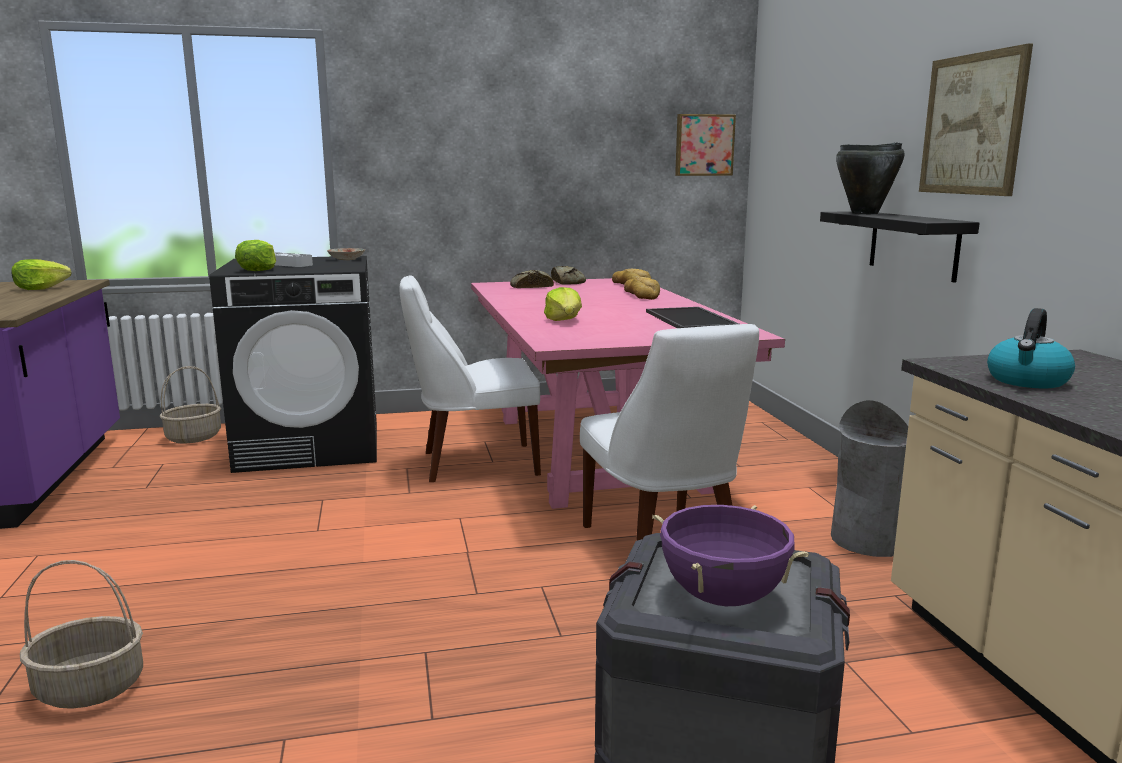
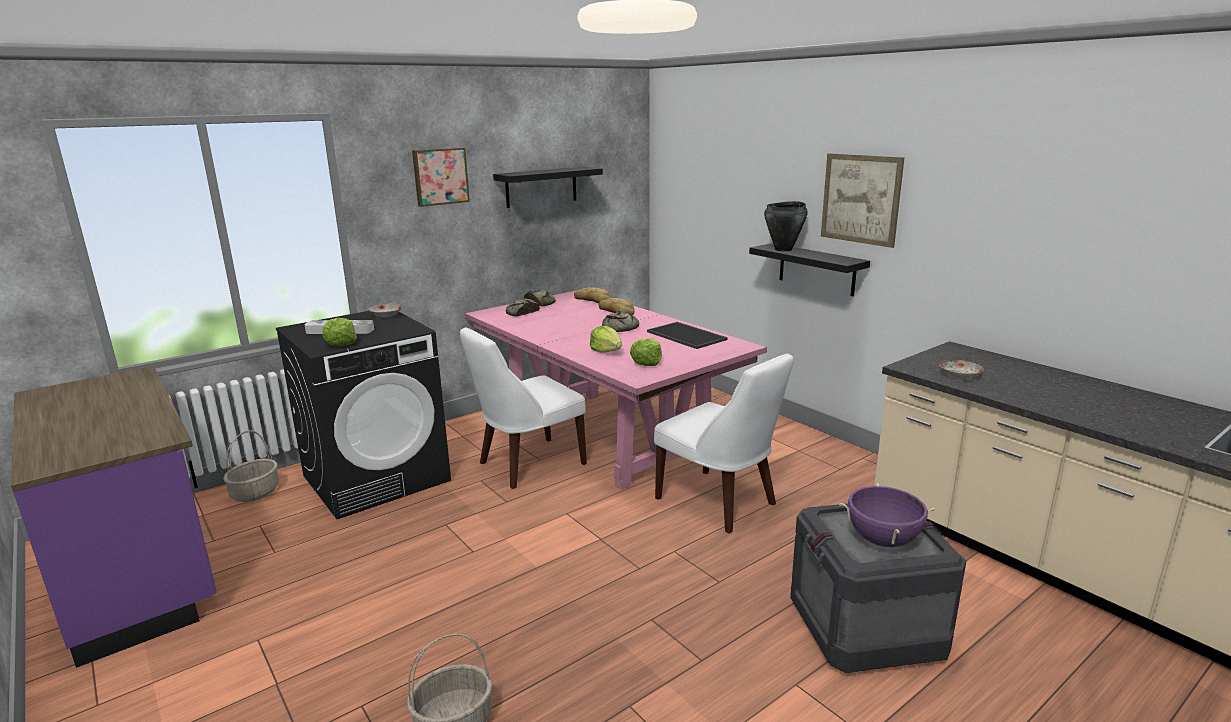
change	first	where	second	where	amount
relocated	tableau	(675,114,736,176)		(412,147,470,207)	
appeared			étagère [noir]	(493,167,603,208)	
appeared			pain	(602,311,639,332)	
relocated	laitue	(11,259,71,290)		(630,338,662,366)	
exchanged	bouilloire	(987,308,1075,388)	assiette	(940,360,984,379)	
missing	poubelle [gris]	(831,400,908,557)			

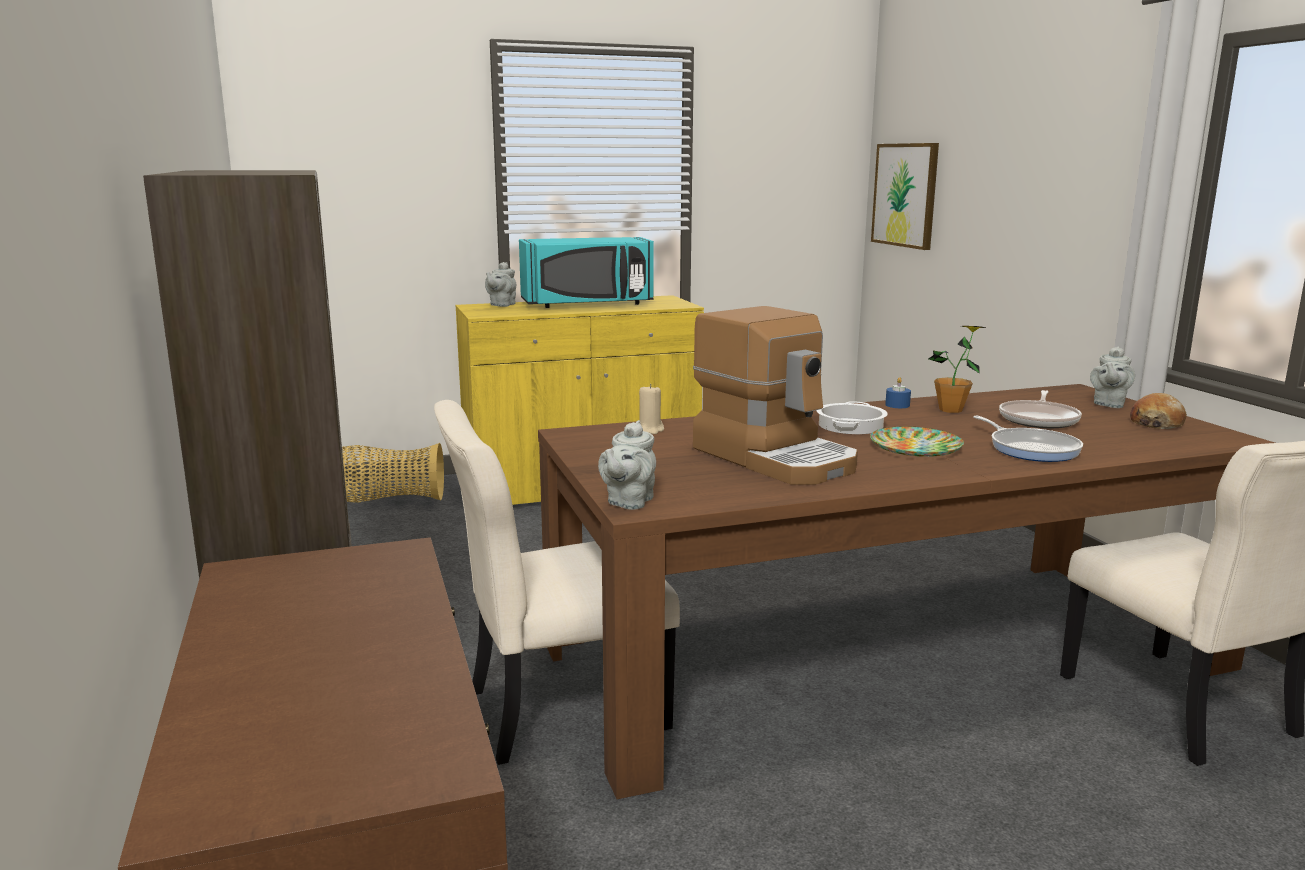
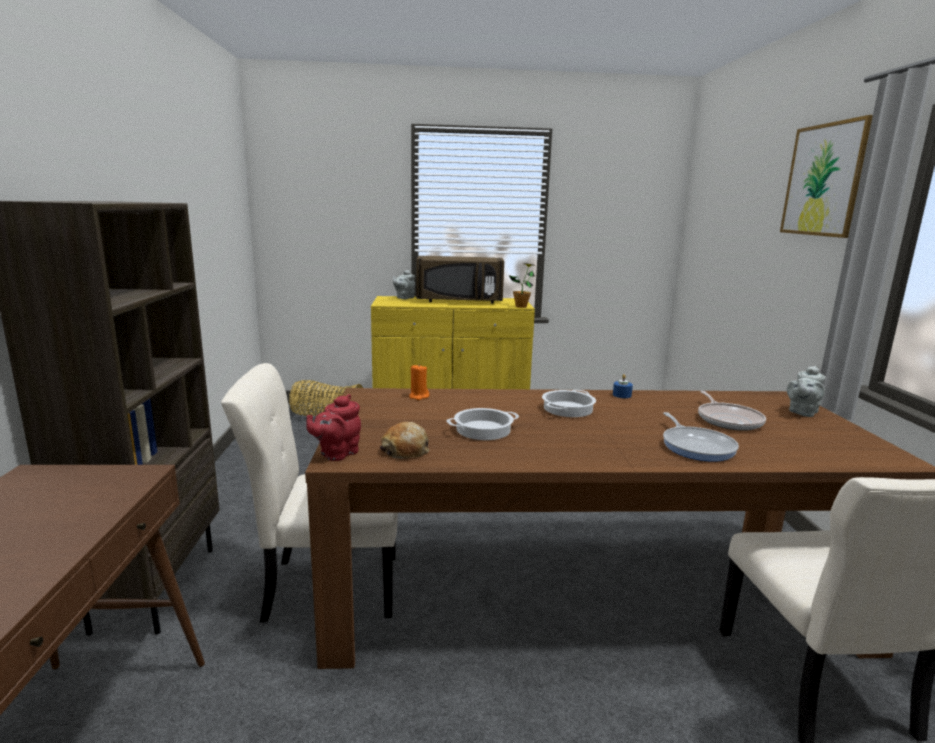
change	first	where	second	where	amount
colour	théière [gris]	(598,420,656,510)	théière [rouge]	(306,394,361,461)	
relocated	pain	(1130,393,1187,429)		(380,422,429,459)	
colour	bougie [beige]	(639,384,664,434)	bougie [orange]	(409,364,429,400)	
colour	micro-ondes [turquoise]	(519,237,654,308)	micro-ondes [marron]	(416,256,504,304)	
exchanged	machine à café	(693,306,858,485)	marmite	(447,408,519,440)	
relocated	plante en pot	(929,326,986,413)		(509,263,535,308)	
spun	poêle	(999,390,1082,428)		(698,391,766,431)	45 degrees counterclockwise
relocated	tableau	(871,143,939,250)		(780,115,873,238)	
missing	assiette	(870,426,964,457)			

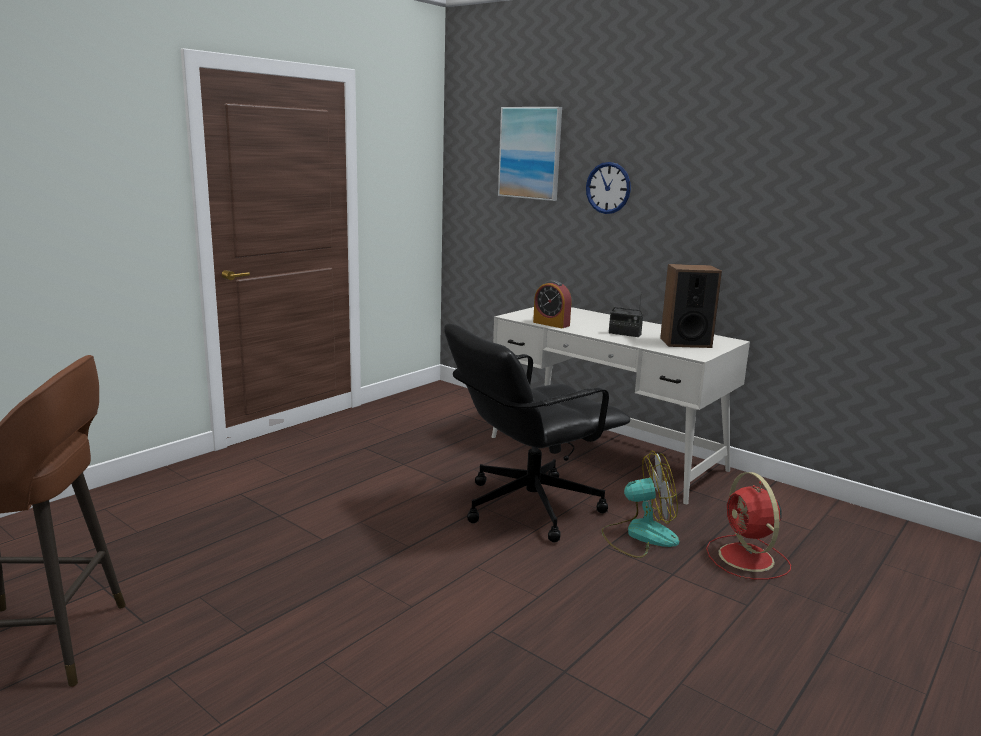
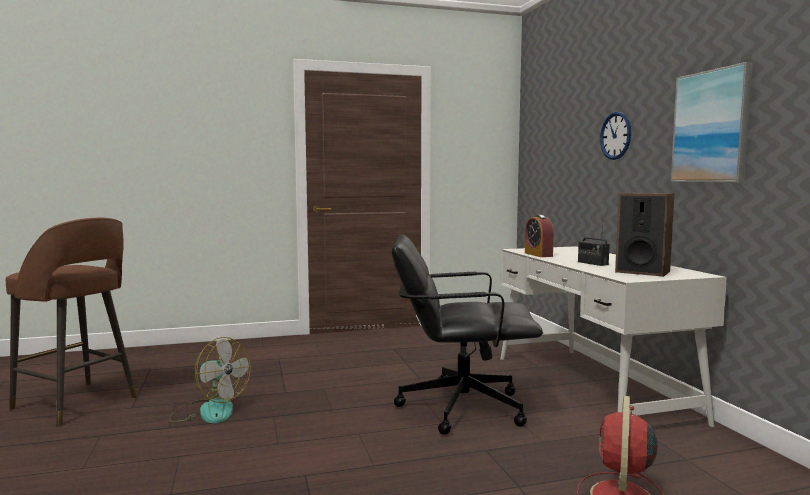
change	first	where	second	where	amount
relocated	ventilateur	(601,451,679,558)		(169,337,251,423)	
relocated	tableau	(498,107,562,201)		(671,62,753,183)	

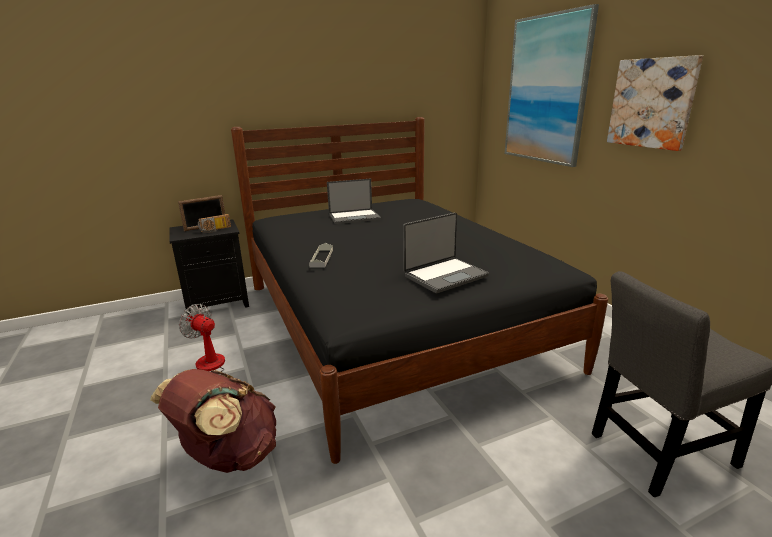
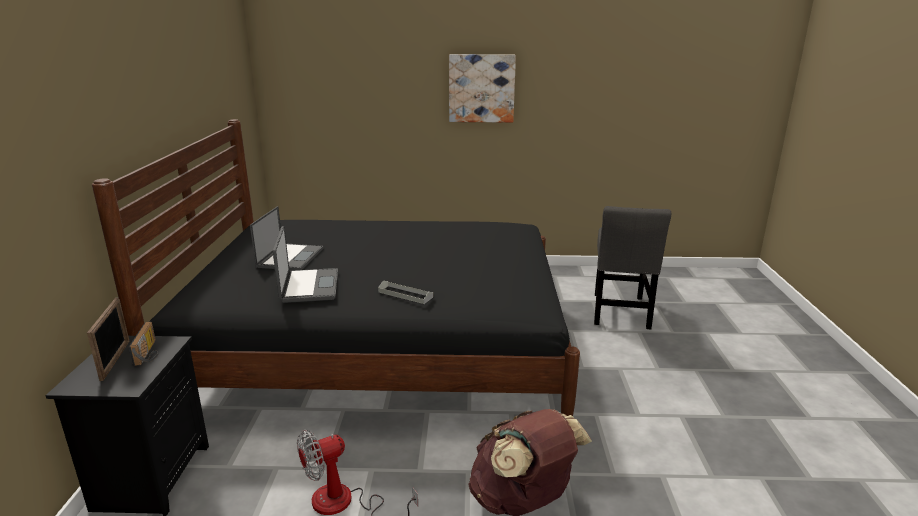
change	first	where	second	where	amount
relocated	ordinateur portable	(403,213,489,293)		(273,226,338,303)	
missing	tableau	(505,4,599,167)			

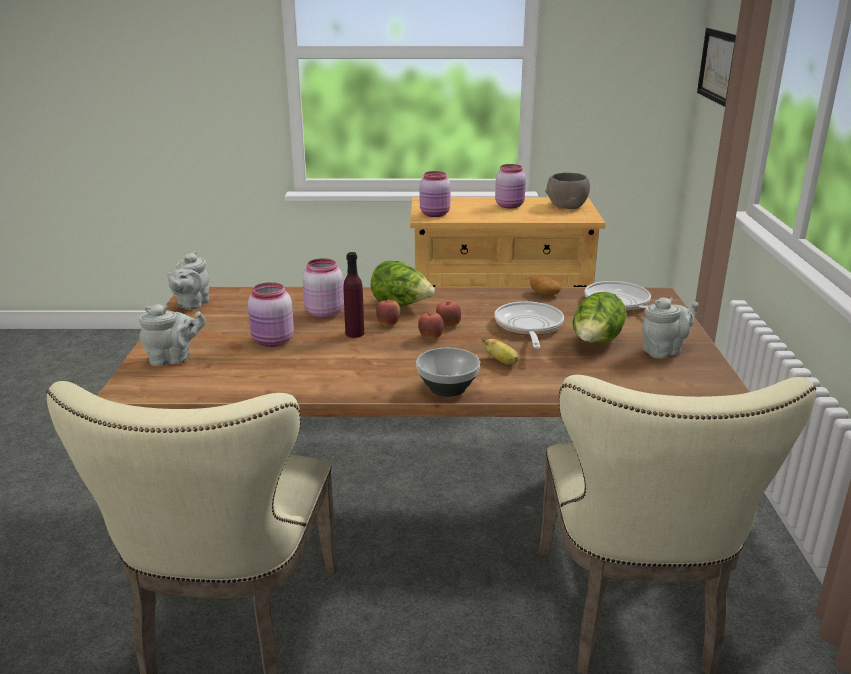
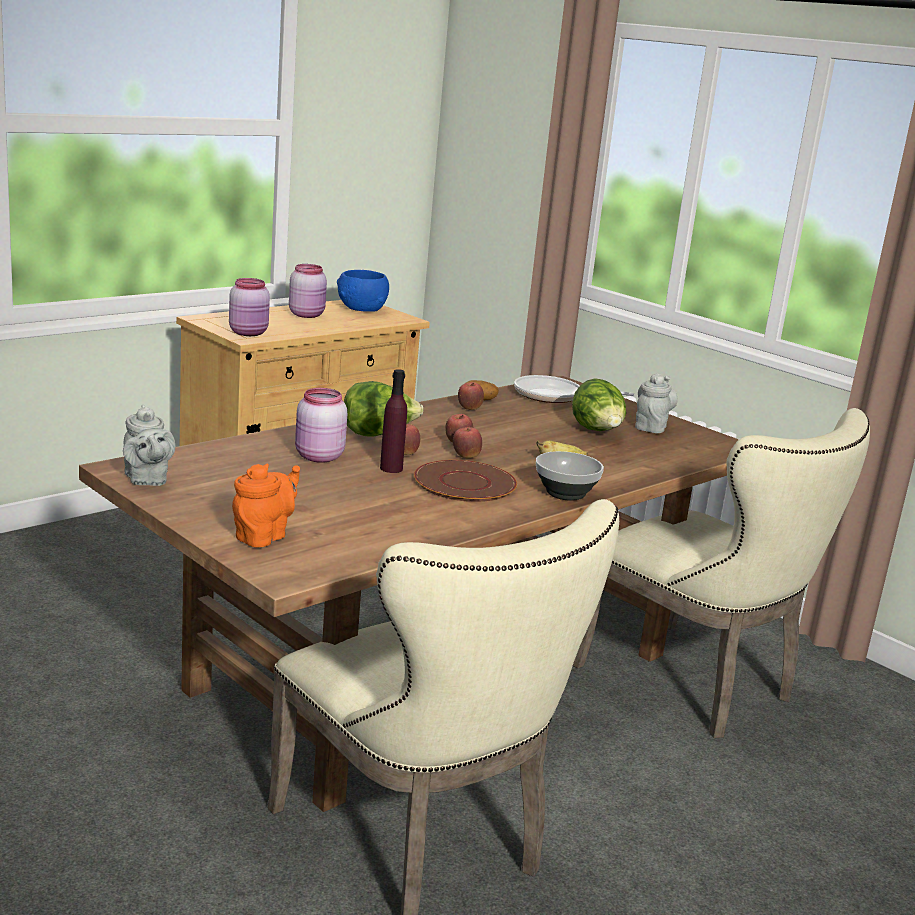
change	first	where	second	where	amount
colour	théière [gris]	(139,304,206,366)	théière [orange]	(232,463,300,547)	
colour	bol [gris]	(545,173,590,209)	bol [bleu]	(337,270,389,312)	
appeared			assiette [marron]	(414,460,517,502)	
appeared			pomme	(458,382,484,410)	
missing	bocal [rose]	(248,282,294,347)			
missing	poêle	(494,301,564,349)			
missing	tableau	(697,28,736,107)			

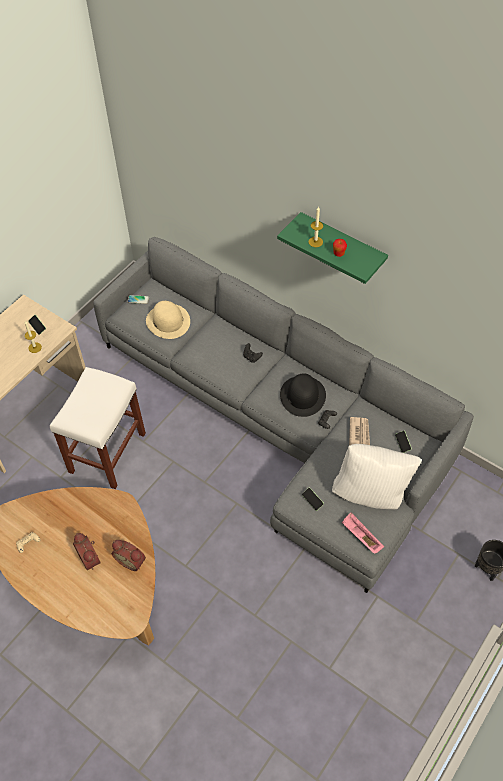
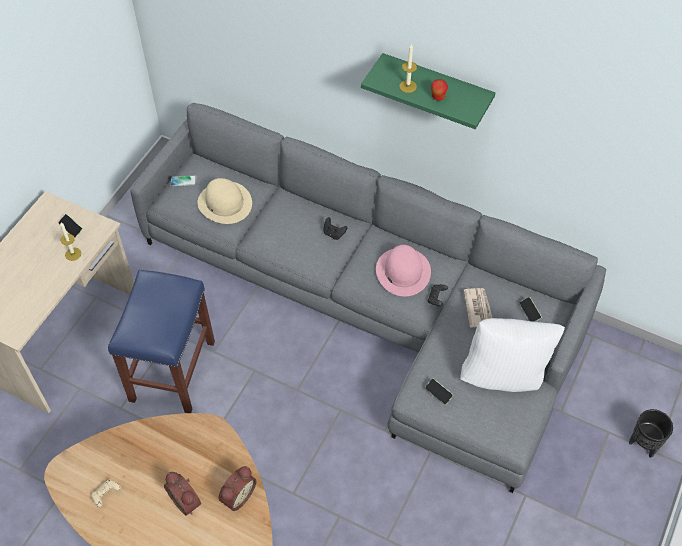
change	first	where	second	where	amount
colour	tabouret [blanc]	(50,367,146,489)	tabouret [bleu]	(108,270,215,413)	
spun	réveil	(112,540,146,571)		(218,466,256,511)	75 degrees counterclockwise
colour	chapeau [noir]	(280,373,326,417)	chapeau [rose]	(376,245,431,296)	
missing	plateau [rose]	(342,512,384,554)			

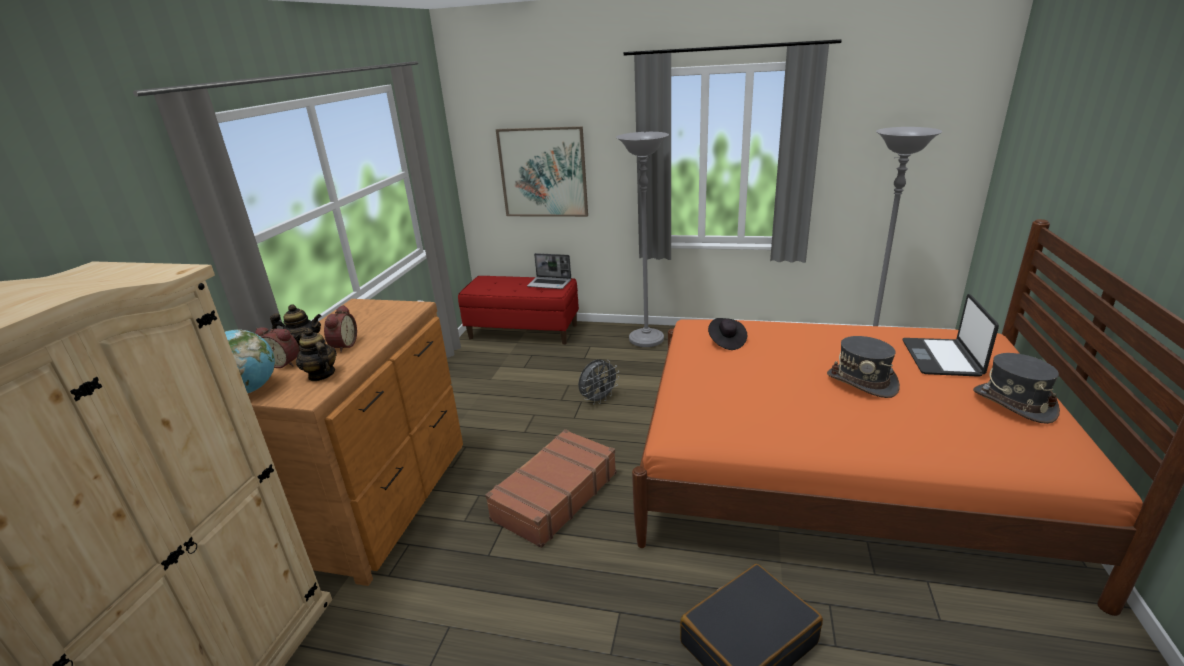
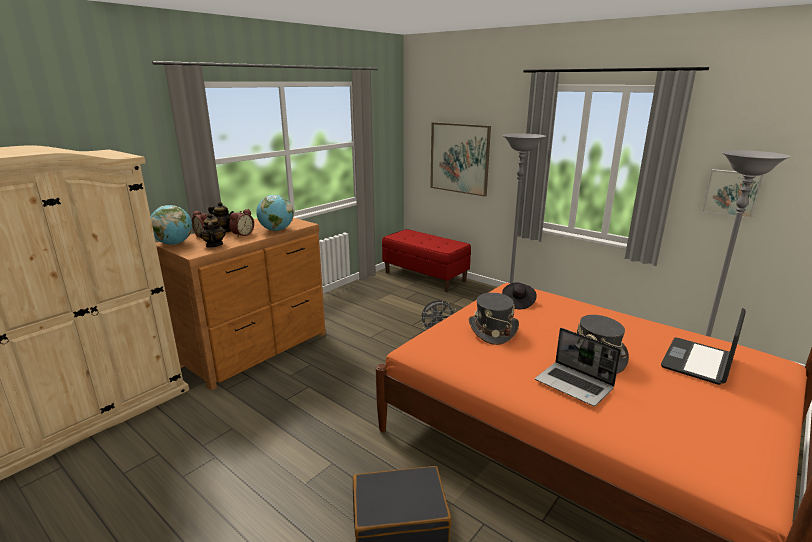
change	first	where	second	where	amount
appeared			globe	(256,195,294,231)	
relocated	chapeau [gris]	(973,353,1060,424)		(469,292,519,345)	
relocated	ordinateur portable	(527,253,571,289)		(535,328,621,406)	
appeared			tableau	(702,169,764,218)	
missing	valise [marron]	(485,429,617,548)			

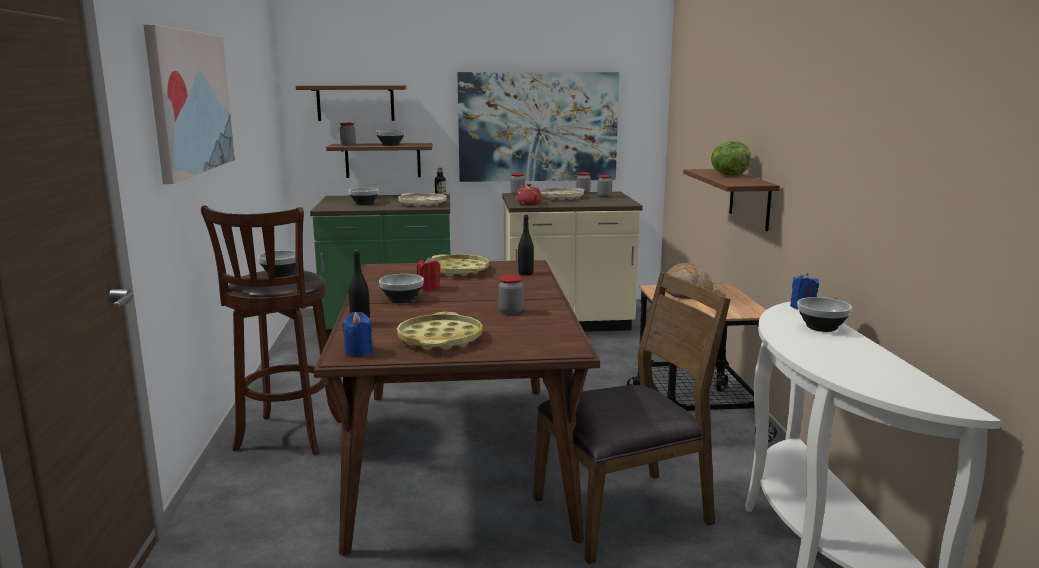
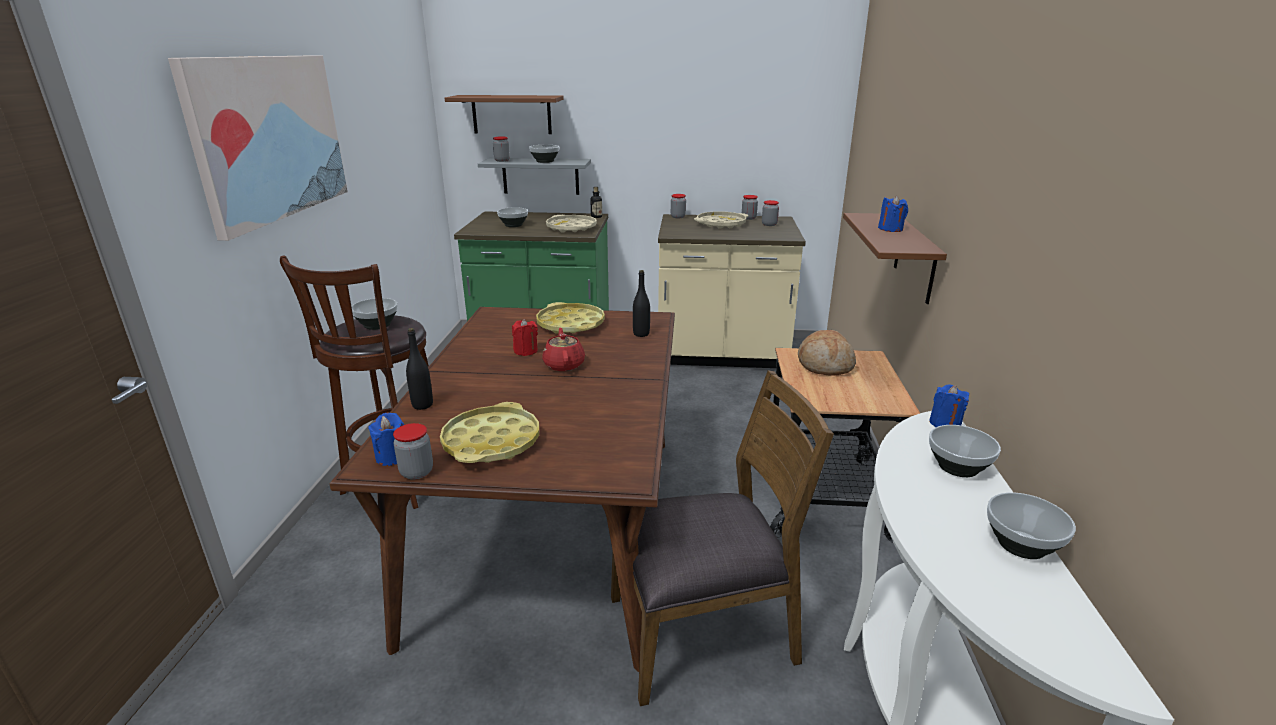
change	first	where	second	where	amount
relocated	bocal	(499,275,523,315)		(393,423,433,480)	
colour	étagère [marron]	(326,143,433,178)	étagère [gris]	(478,158,591,195)	
relocated	théière [rouge]	(516,184,542,205)		(542,328,585,371)	
exchanged	laitue	(711,141,751,176)	bougie [bleu]	(878,195,908,232)	
relocated	bol	(379,274,424,303)		(987,492,1076,559)	
missing	tableau	(457,72,619,182)			

